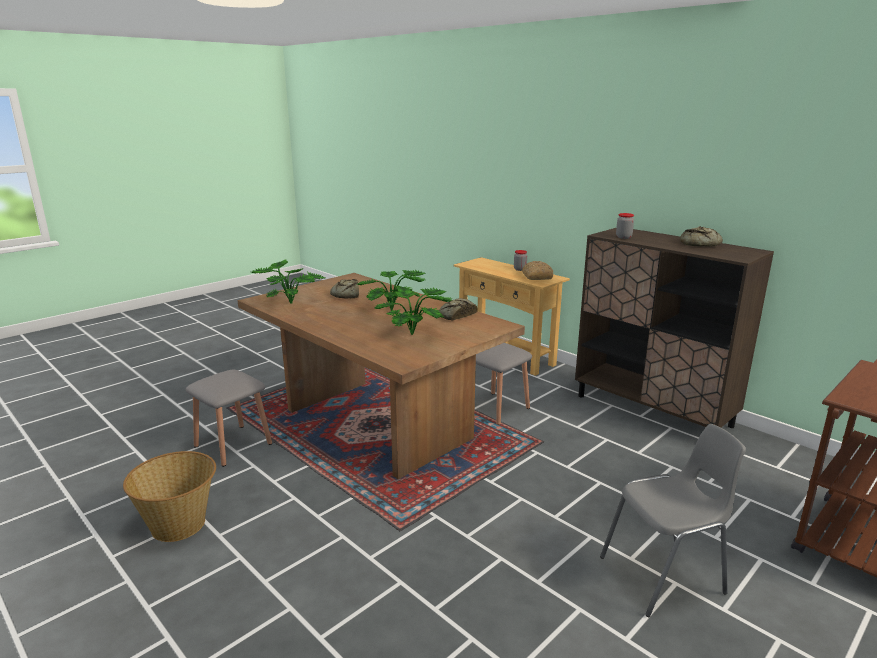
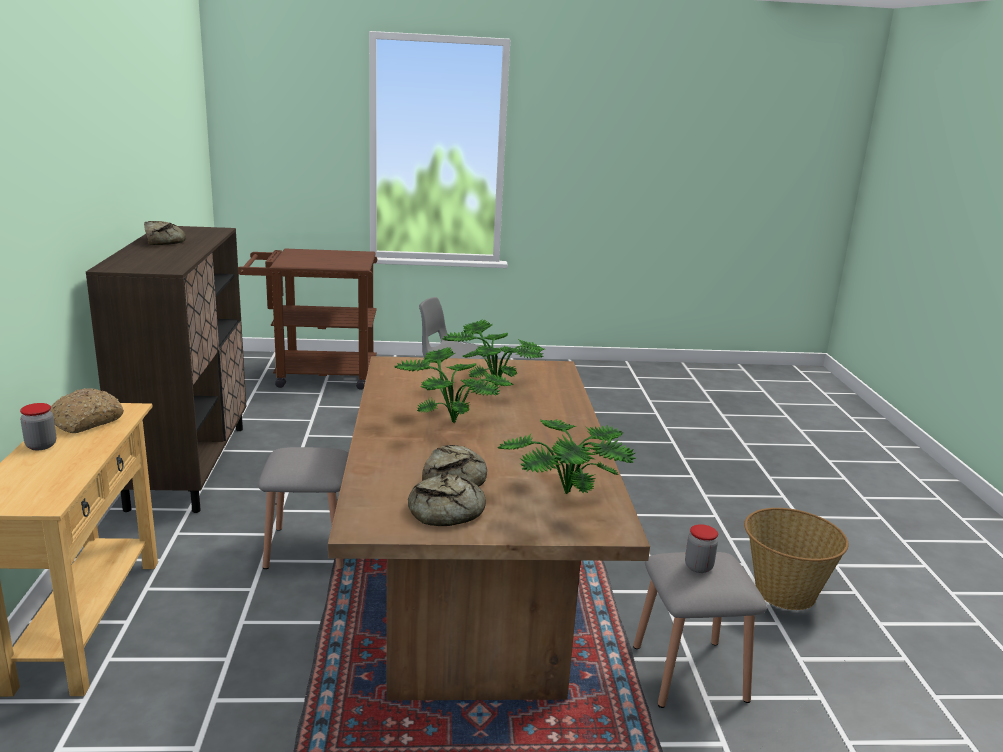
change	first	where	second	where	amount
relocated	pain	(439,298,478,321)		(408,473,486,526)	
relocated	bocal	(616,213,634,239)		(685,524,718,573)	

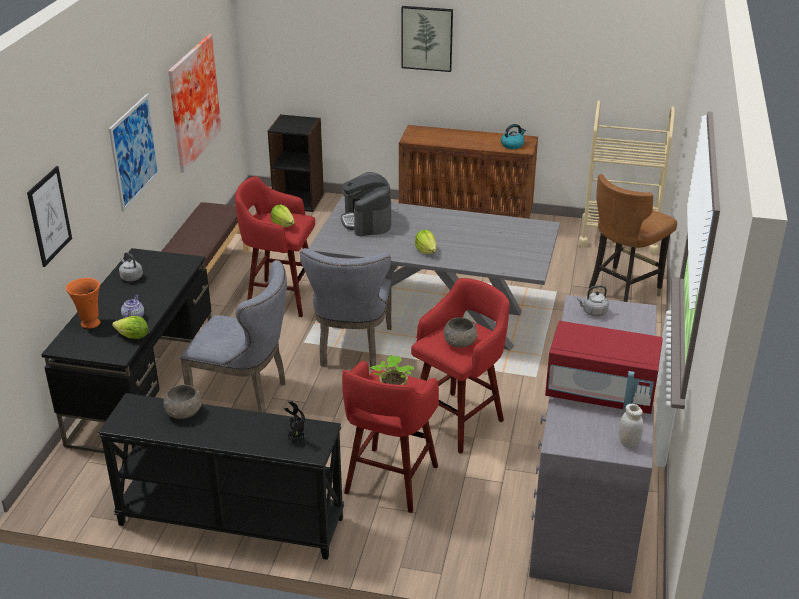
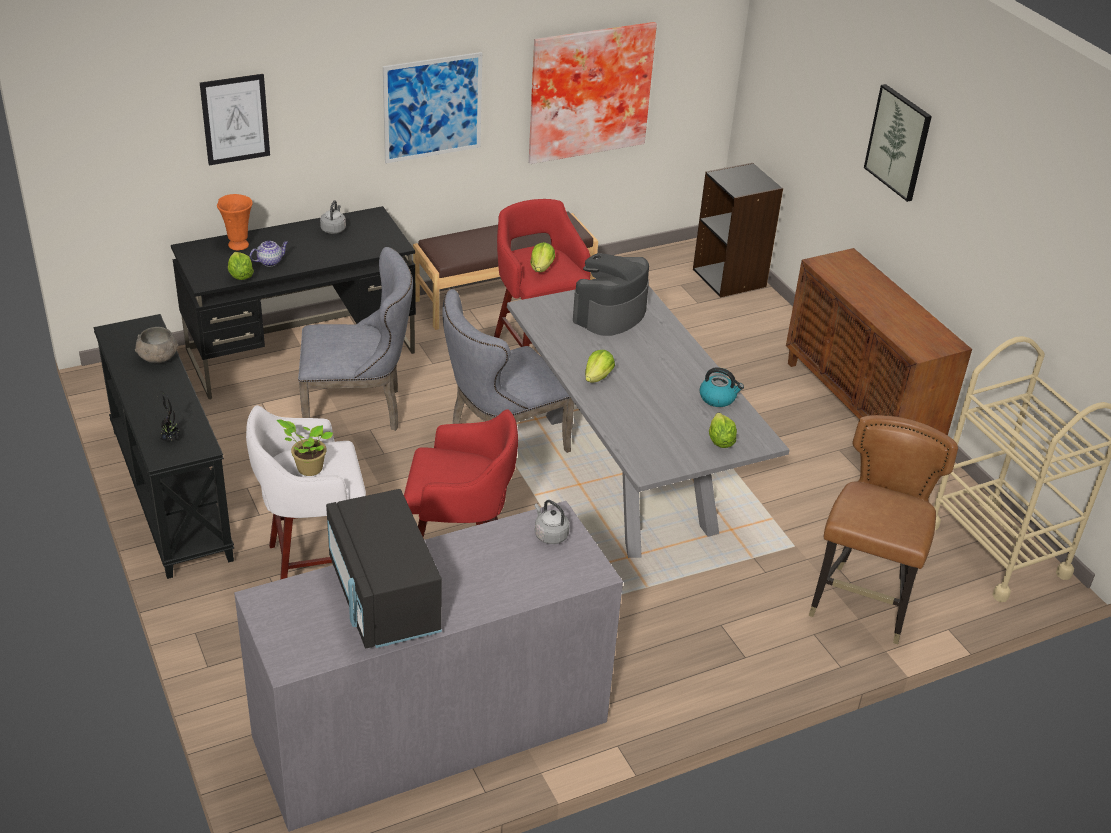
change	first	where	second	where	amount
colour	tabouret [rouge]	(342,360,439,513)	tabouret [blanc]	(246,405,366,580)	
spun	chaise [gris]	(180,260,287,413)		(298,247,413,431)	75 degrees counterclockwise
colour	micro-ondes [rouge]	(545,321,663,414)	micro-ondes [noir]	(326,489,442,648)	
relocated	bouilloire	(501,124,526,149)		(700,367,744,407)	
appeared			laitue	(709,413,737,448)	
spun	chaise [marron]	(586,174,677,302)		(809,415,958,644)	105 degrees clockwise
missing	bol [gris]	(443,317,478,348)			
missing	bocal [blanc]	(619,404,643,449)			

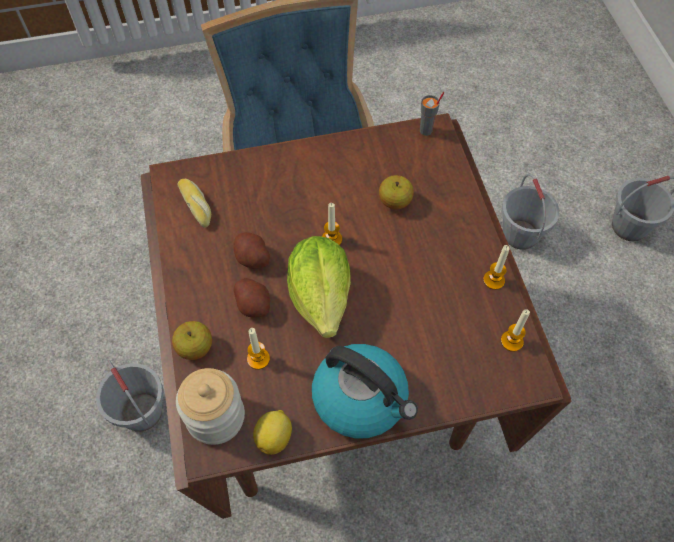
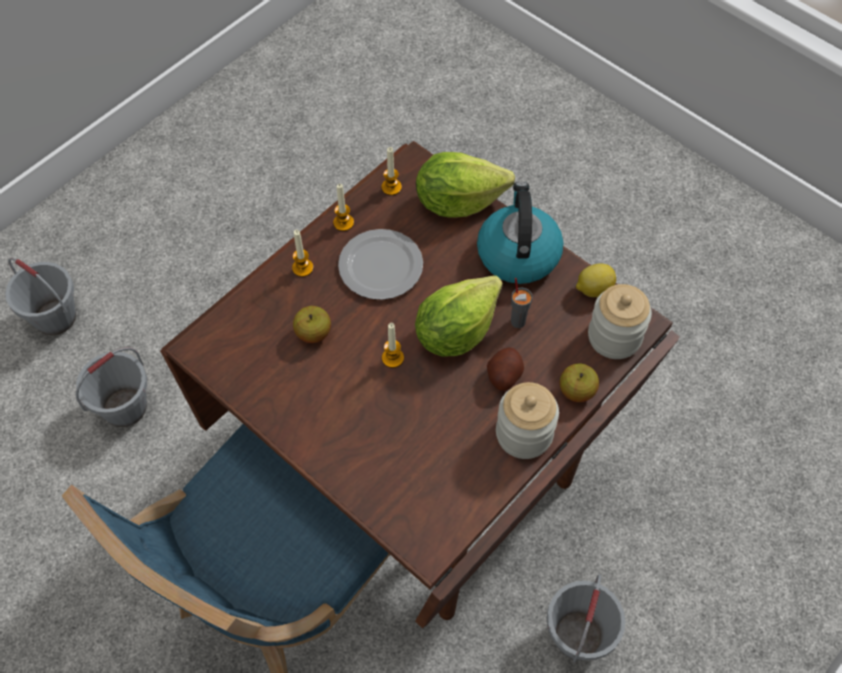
change	first	where	second	where	amount
relocated	bougie	(247,328,270,370)		(292,230,313,277)	
appeared			assiette	(338,229,423,300)	
appeared			laitue	(416,152,515,218)	
appeared			bocal	(496,382,559,459)	
relocated	tasse [gris]	(420,92,445,136)		(511,278,533,328)	
missing	pain	(177,179,211,228)			
missing	pomme de terre	(233,232,270,269)			

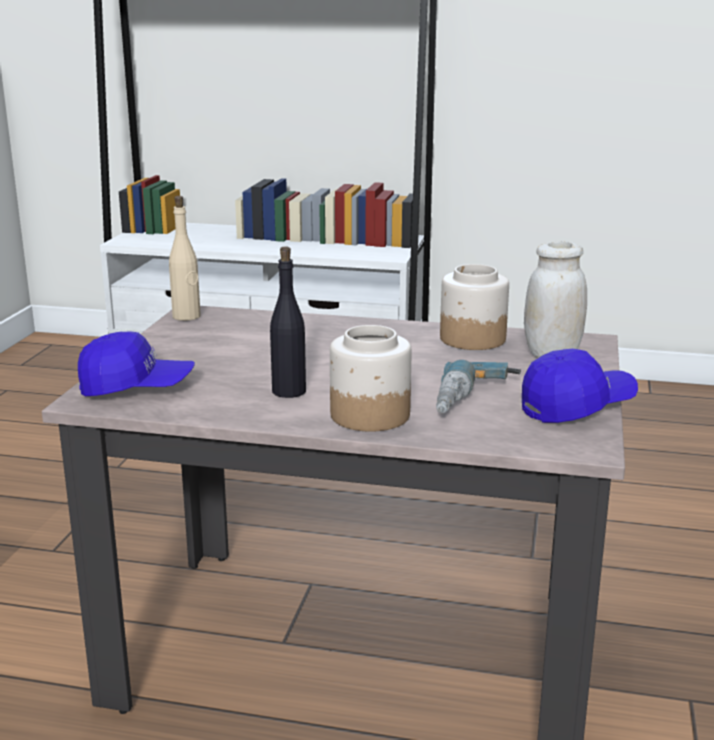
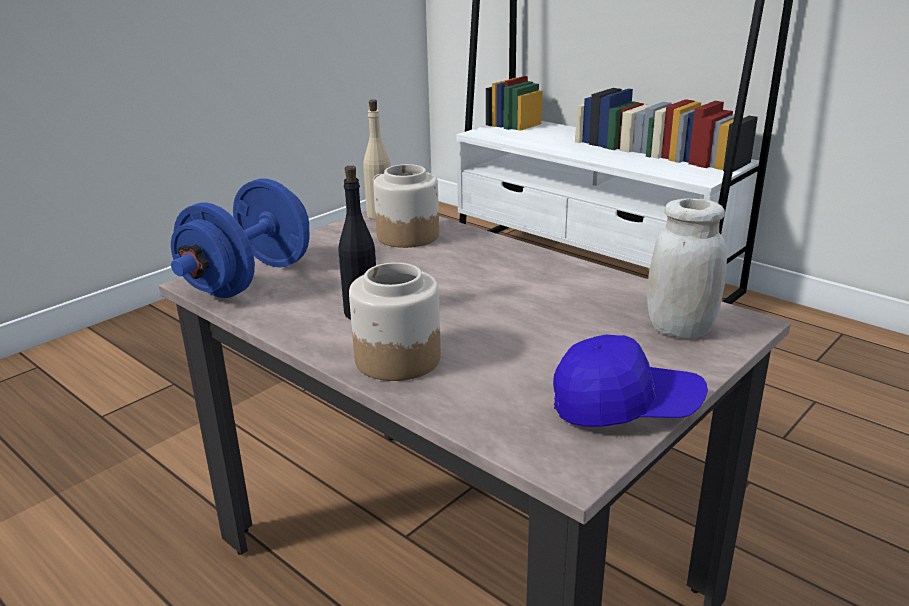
change	first	where	second	where	amount
exchanged	casquette [bleu]	(78,331,195,396)	haltère [bleu]	(171,178,310,298)	
relocated	bocal	(440,264,509,350)		(373,164,439,248)	
missing	perceuse	(436,360,521,413)			

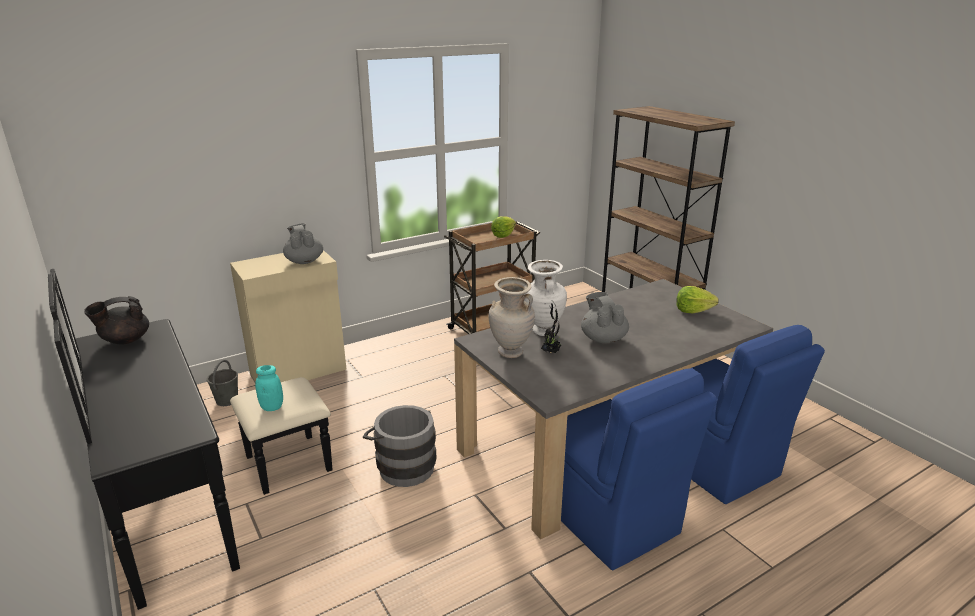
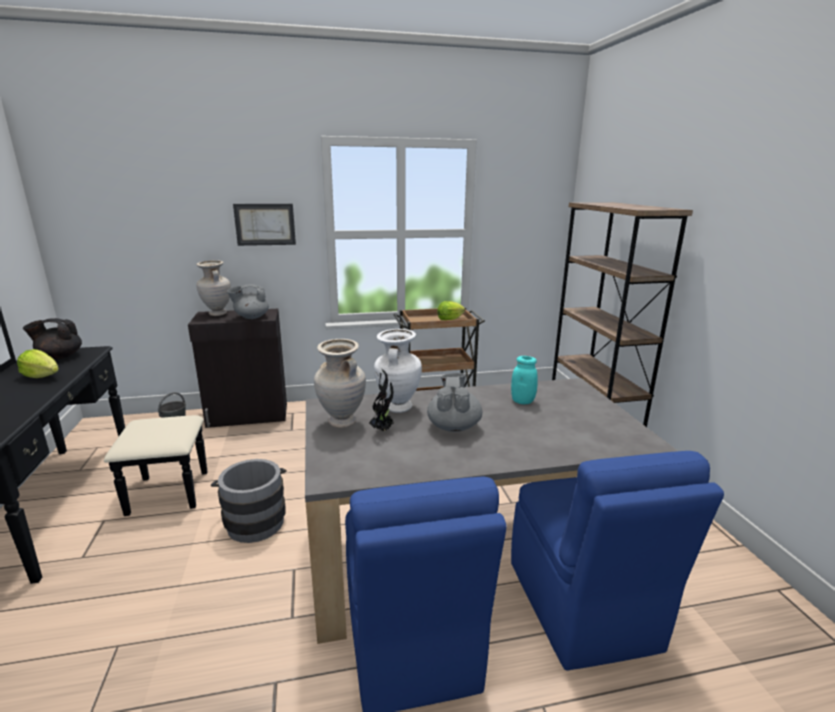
change	first	where	second	where	amount
relocated	laitue	(676,286,719,313)		(17,349,59,378)	
colour	meuble de rangement [beige]	(230,250,346,382)	meuble de rangement [noir]	(188,309,287,428)	
appeared			vase [beige]	(196,260,231,316)	
spun	théière [gris]	(283,223,323,264)		(227,284,269,319)	105 degrees counterclockwise
appeared			tableau	(233,204,296,246)	
relocated	bocal [turquoise]	(255,365,283,411)		(511,356,538,404)	

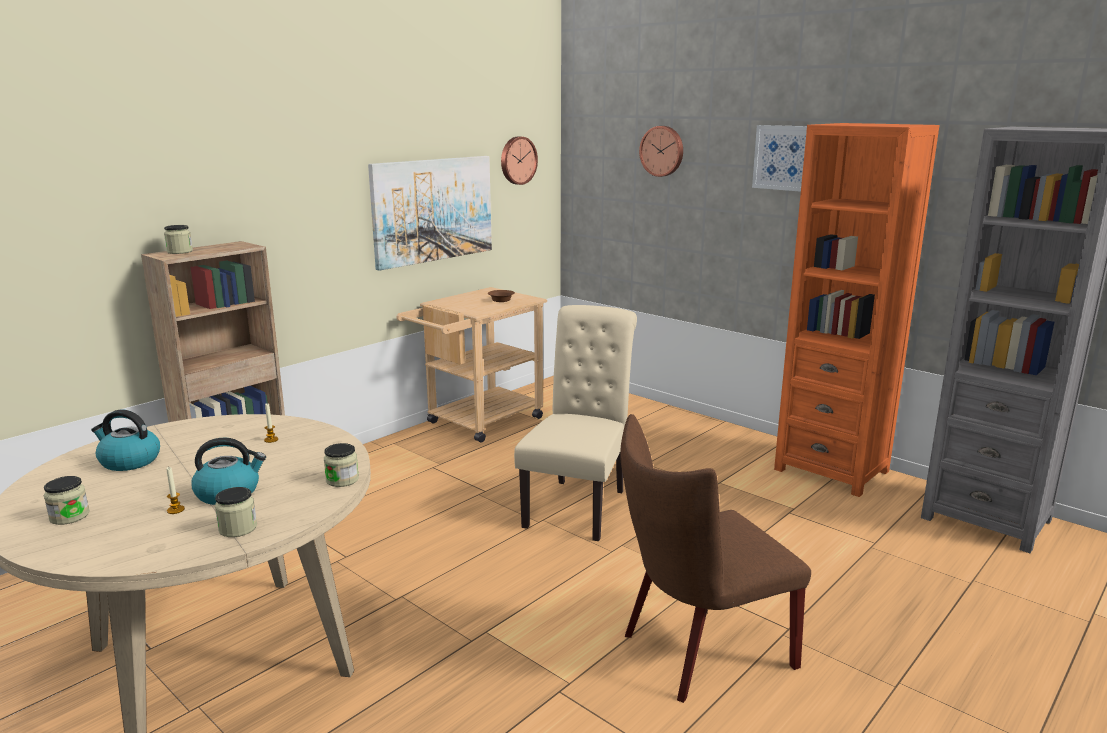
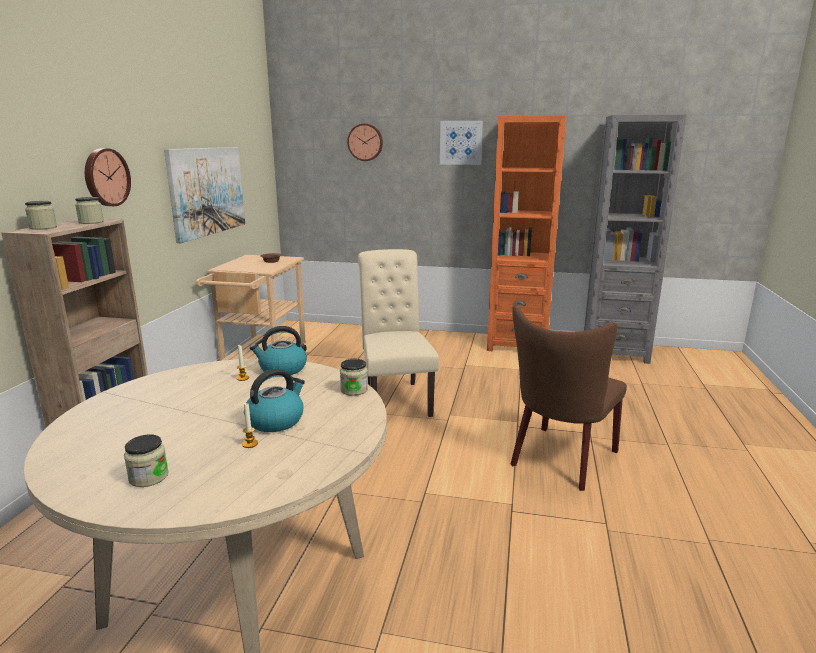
change	first	where	second	where	amount
relocated	bocal	(215,487,257,537)		(75,197,104,224)	
relocated	horloge murale	(501,137,538,185)		(85,148,131,206)	
relocated	bouilloire	(91,410,160,471)		(250,326,307,375)	

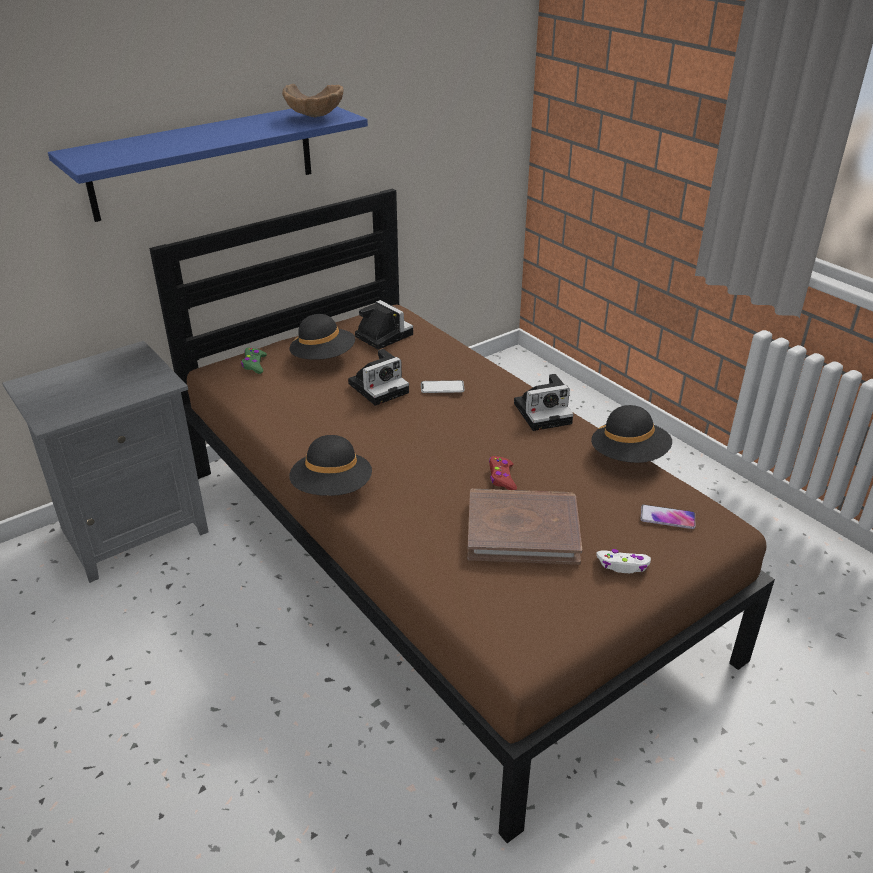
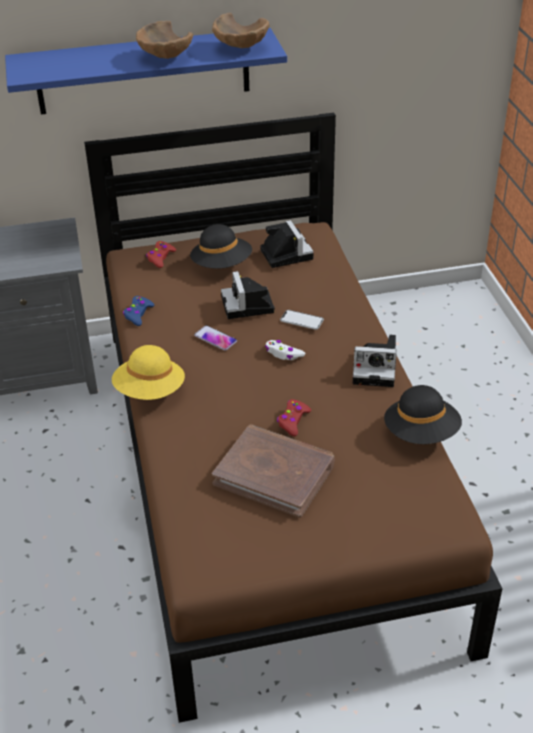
change	first	where	second	where	amount
colour	chapeau [noir]	(289,435,372,496)	chapeau [jaune]	(112,345,185,400)	
appeared			manette [bleu]	(123,296,155,326)	
appeared			bol [marron]	(136,21,193,59)	
colour	manette [vert]	(241,347,267,374)	manette [rouge]	(146,241,176,268)	
relocated	téléphone	(641,505,695,529)		(194,325,237,351)	
spun	appareil photo	(348,349,409,406)		(221,271,275,319)	90 degrees clockwise
relocated	manette [blanc]	(596,549,651,573)		(265,340,305,360)	

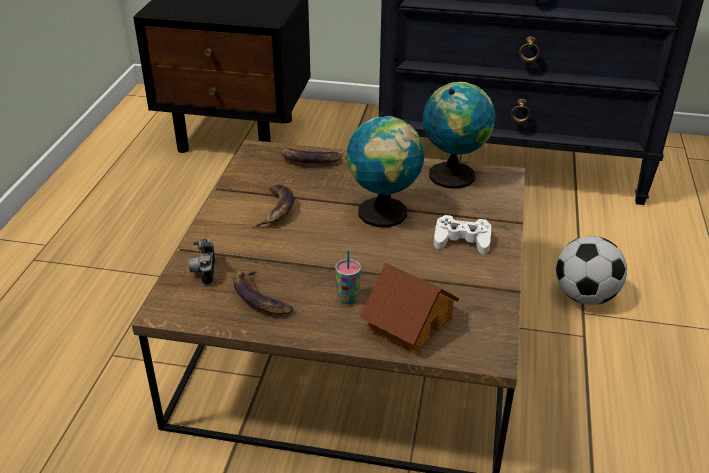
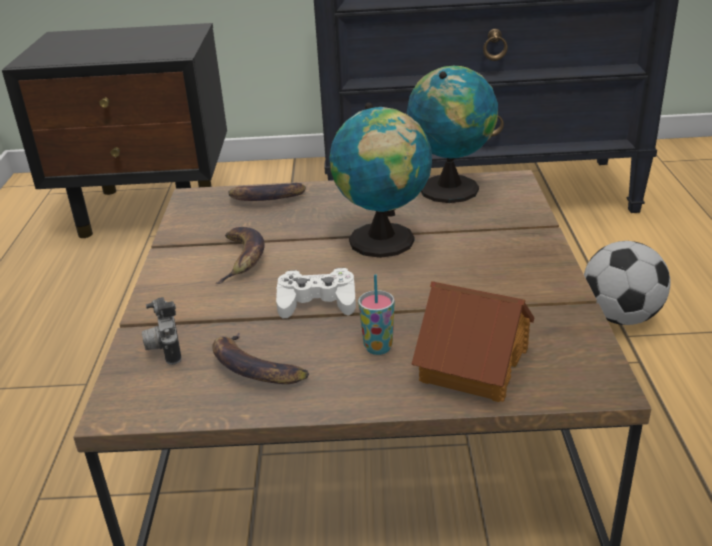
change	first	where	second	where	amount
relocated	manette [blanc]	(434,215,491,255)		(276,268,356,318)	

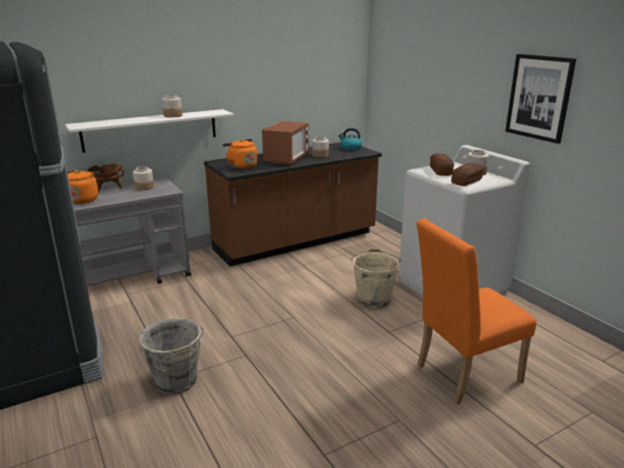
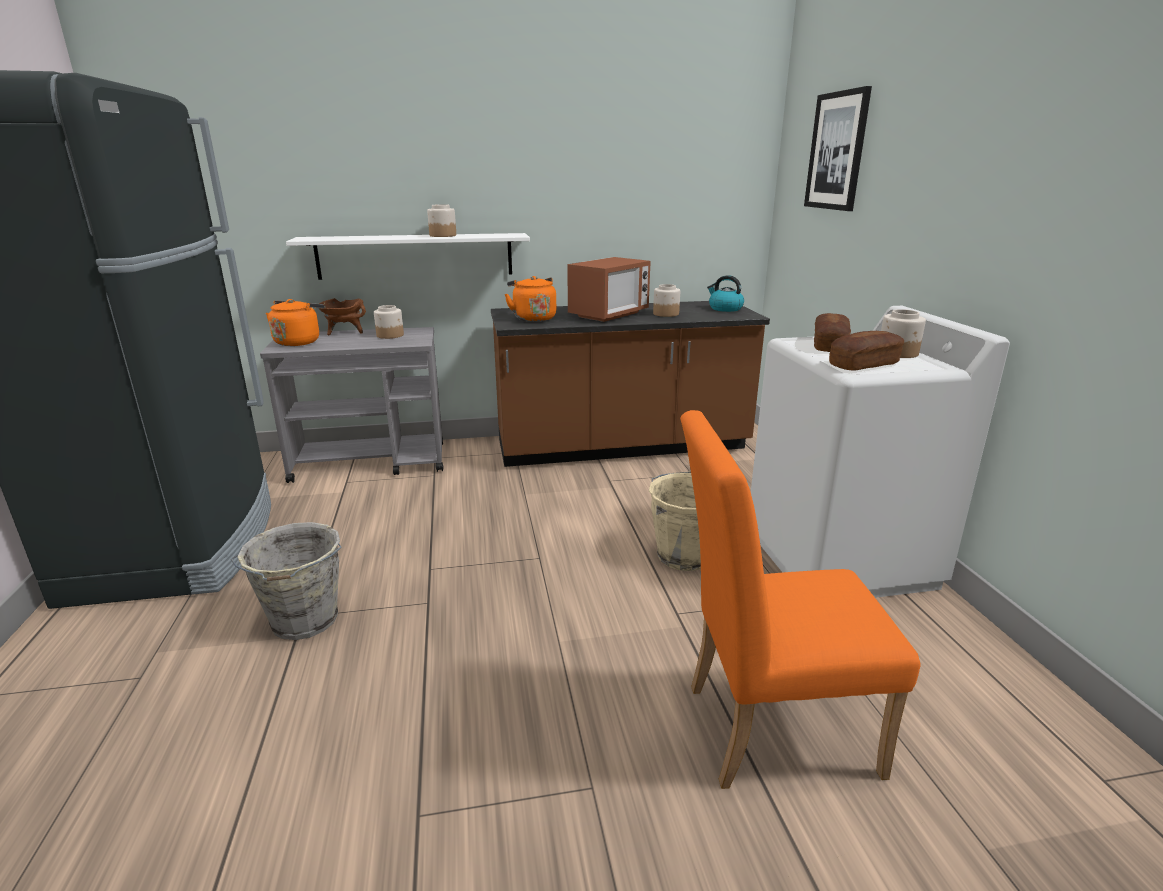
change	first	where	second	where	amount
relocated	tableau	(505,54,576,144)		(804,86,872,211)	

